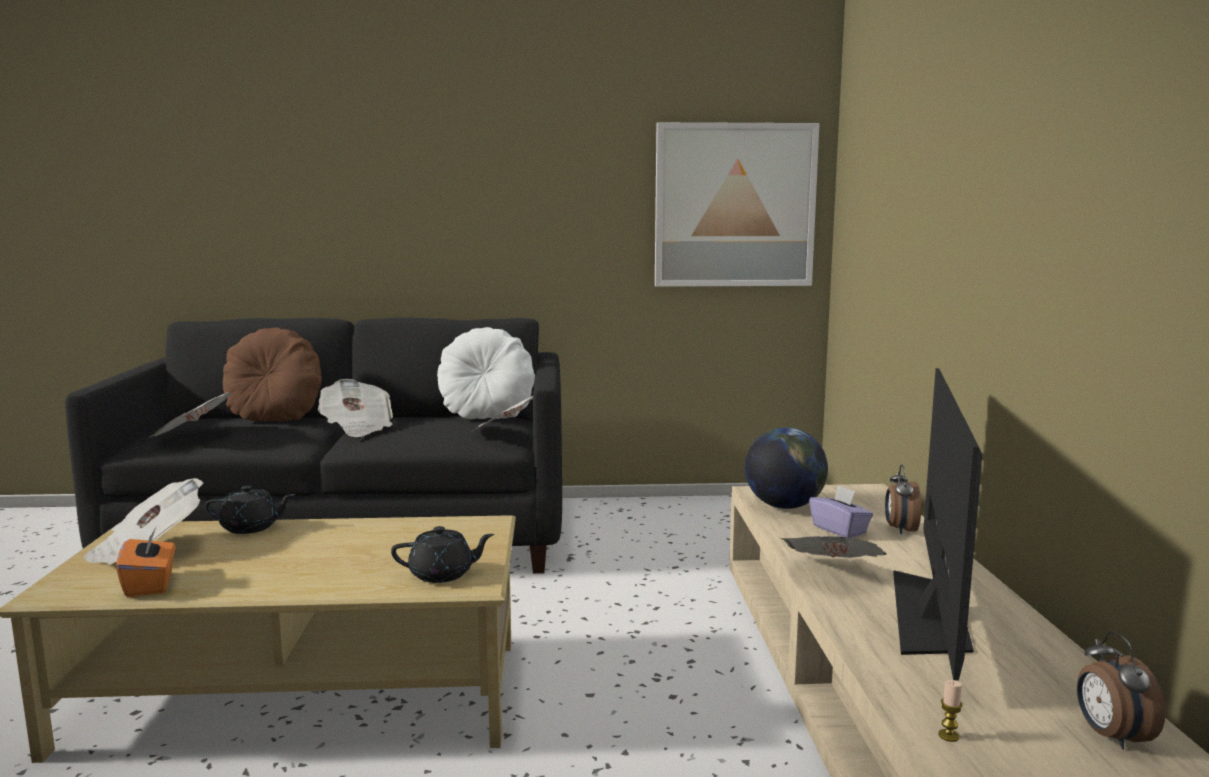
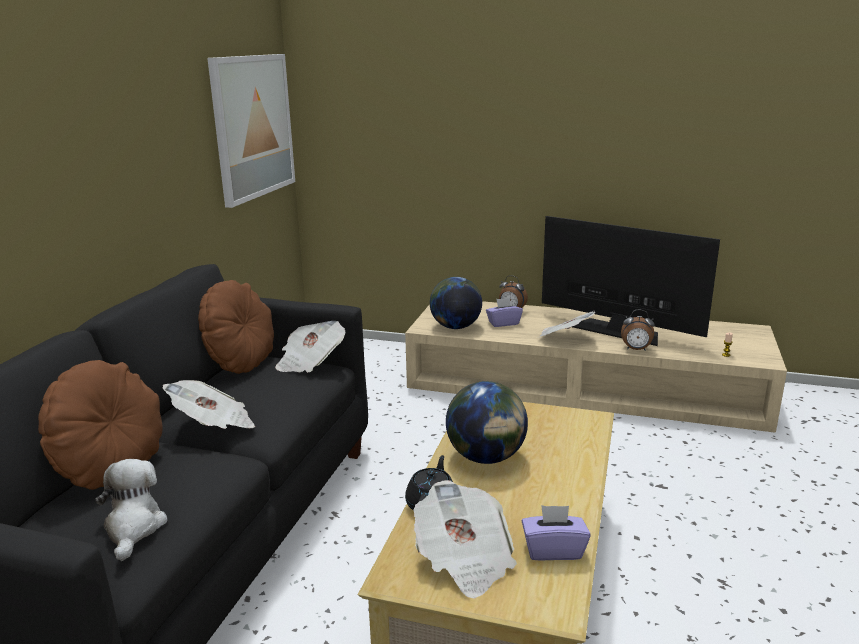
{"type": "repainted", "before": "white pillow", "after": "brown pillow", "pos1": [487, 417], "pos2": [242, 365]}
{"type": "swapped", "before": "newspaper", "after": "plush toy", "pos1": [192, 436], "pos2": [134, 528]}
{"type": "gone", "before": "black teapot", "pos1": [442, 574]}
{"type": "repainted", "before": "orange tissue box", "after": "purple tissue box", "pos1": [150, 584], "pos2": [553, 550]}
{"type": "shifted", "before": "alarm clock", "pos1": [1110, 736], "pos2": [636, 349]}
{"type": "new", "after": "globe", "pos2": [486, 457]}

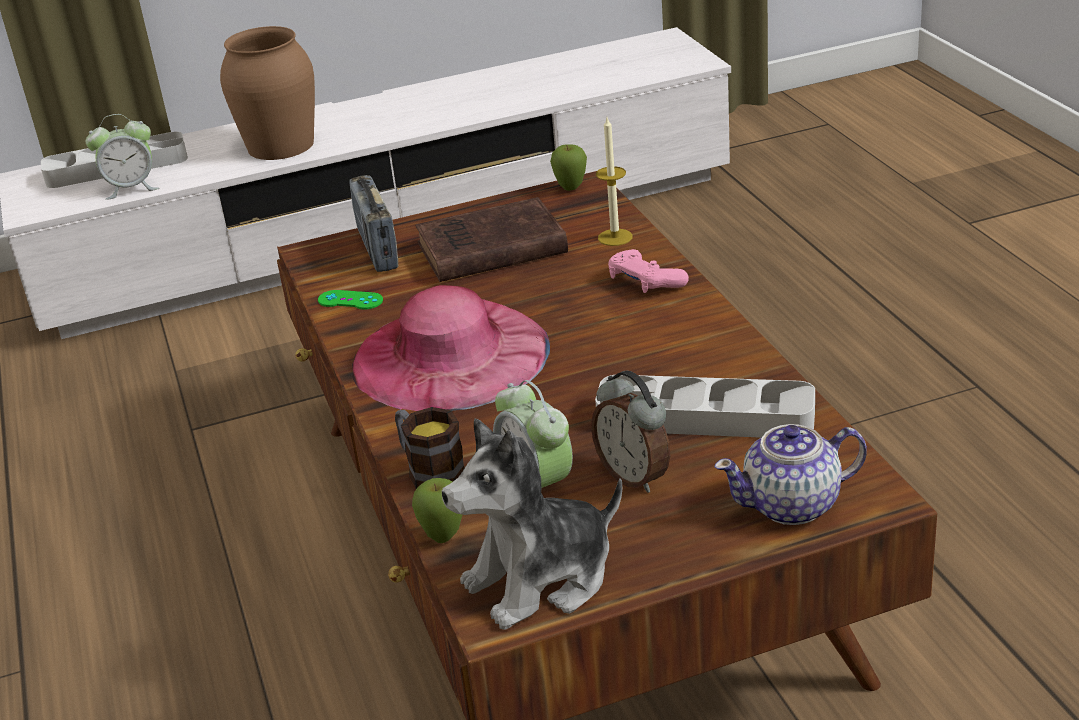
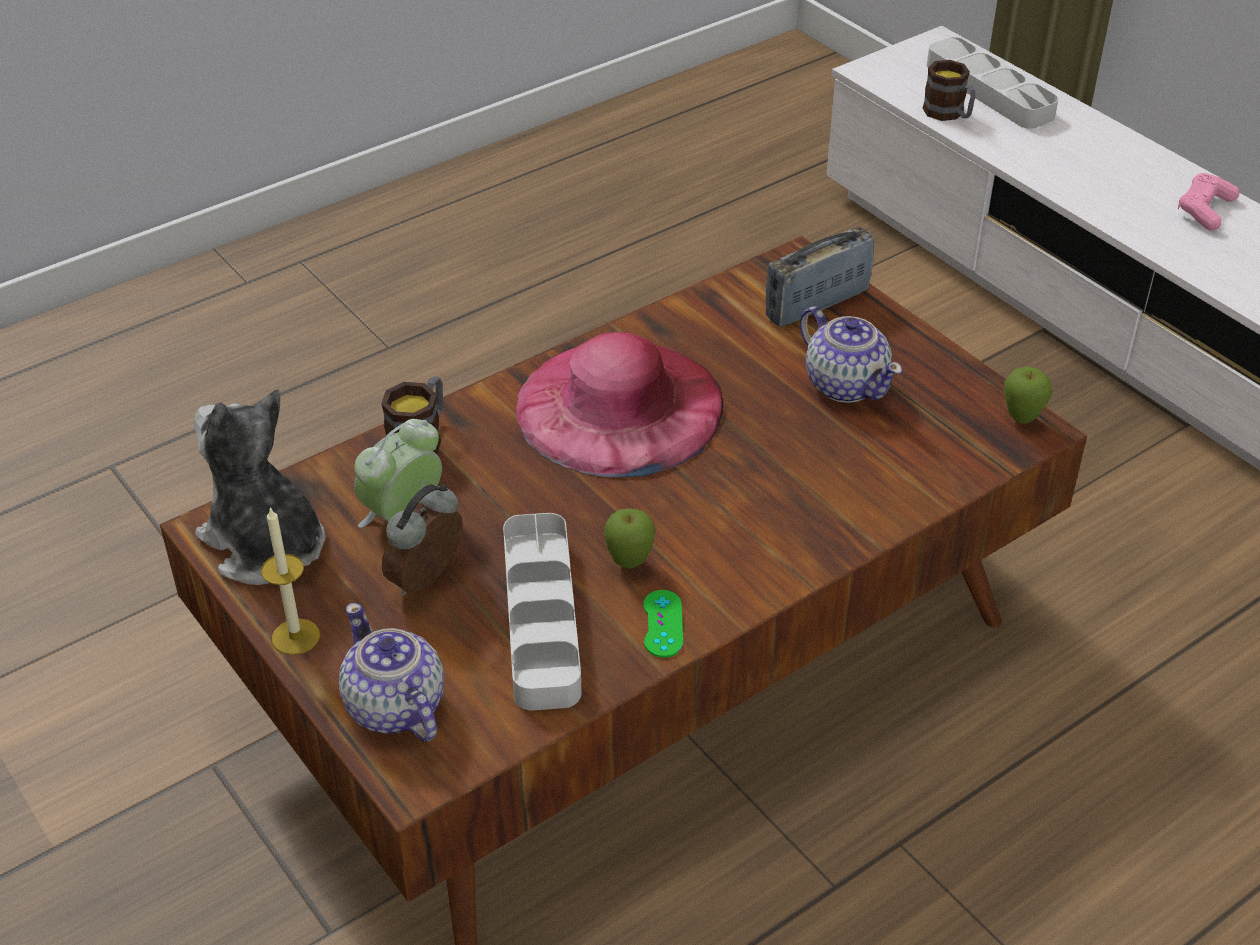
{"type": "gone", "before": "brown vase", "pos1": [280, 145]}
{"type": "swapped", "before": "alarm clock", "after": "mug", "pos1": [131, 188], "pos2": [949, 114]}
{"type": "shifted", "before": "candle", "pos1": [615, 237], "pos2": [295, 637]}
{"type": "swapped", "before": "brown book", "after": "teapot", "pos1": [487, 250], "pos2": [845, 384]}
{"type": "shifted", "before": "pink game controller", "pos1": [645, 282], "pos2": [1205, 210]}
{"type": "shifted", "before": "green game controller", "pos1": [350, 300], "pos2": [663, 624]}
{"type": "shifted", "before": "apple", "pos1": [443, 537], "pos2": [629, 563]}

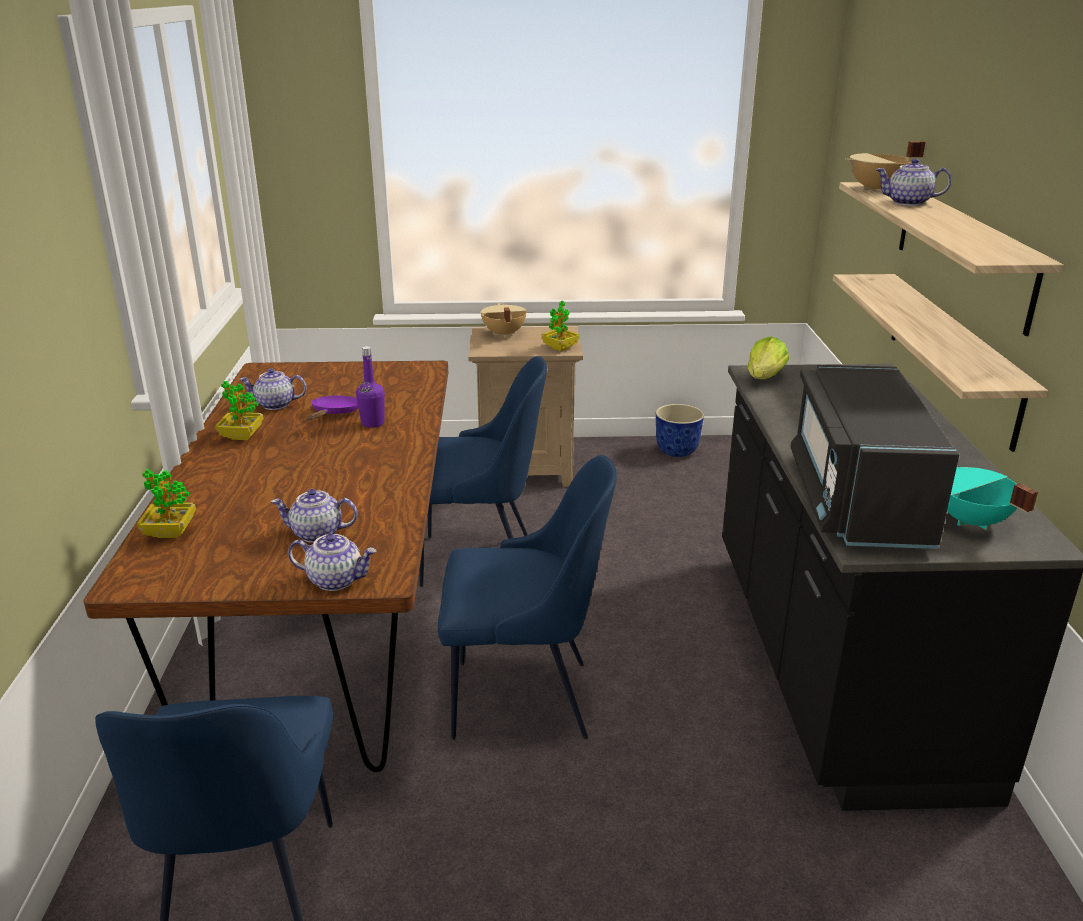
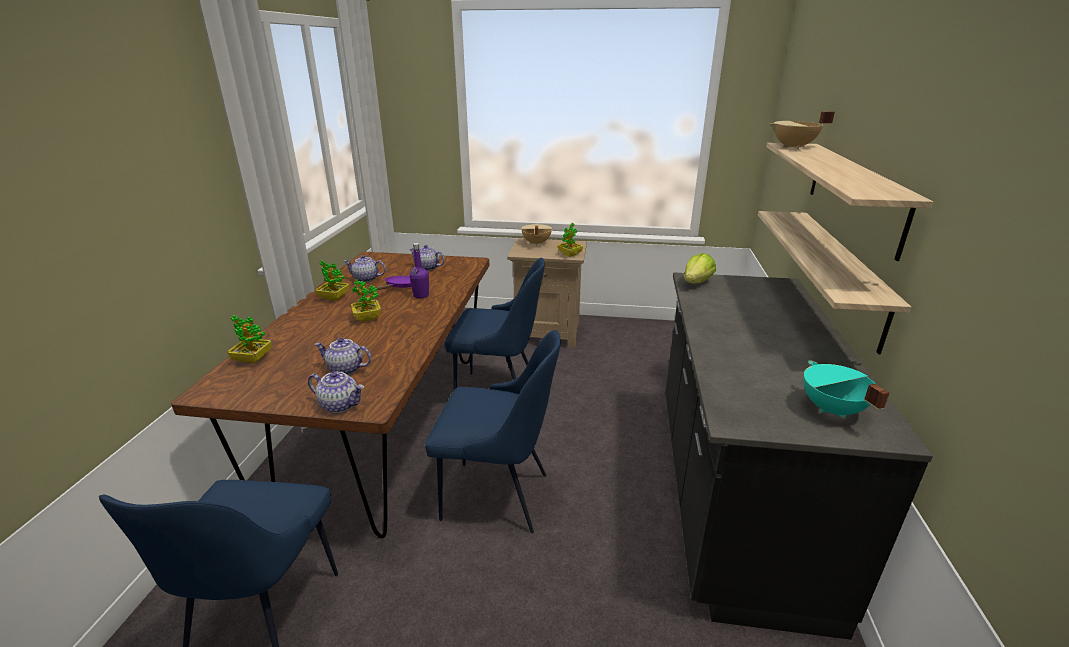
{"type": "shifted", "before": "teapot", "pos1": [908, 203], "pos2": [427, 268]}
{"type": "gone", "before": "black microwave", "pos1": [857, 499]}
{"type": "gone", "before": "planter", "pos1": [677, 451]}
{"type": "new", "after": "potted plant", "pos2": [367, 318]}

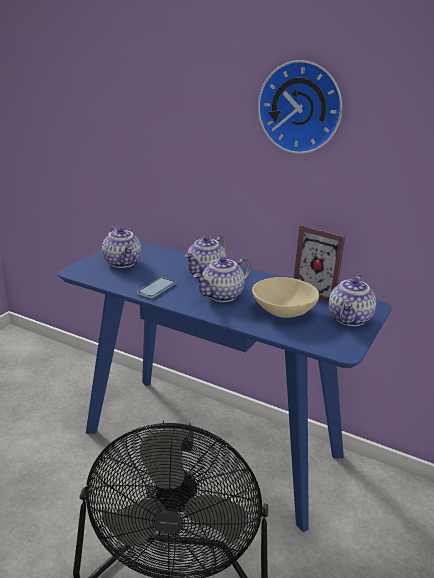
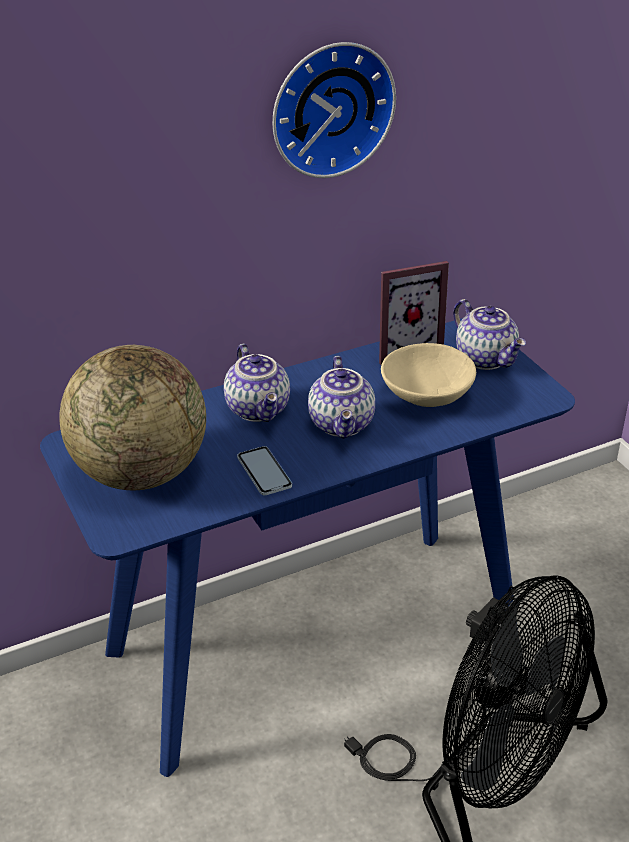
{"type": "swapped", "before": "teapot", "after": "globe", "pos1": [123, 263], "pos2": [139, 473]}

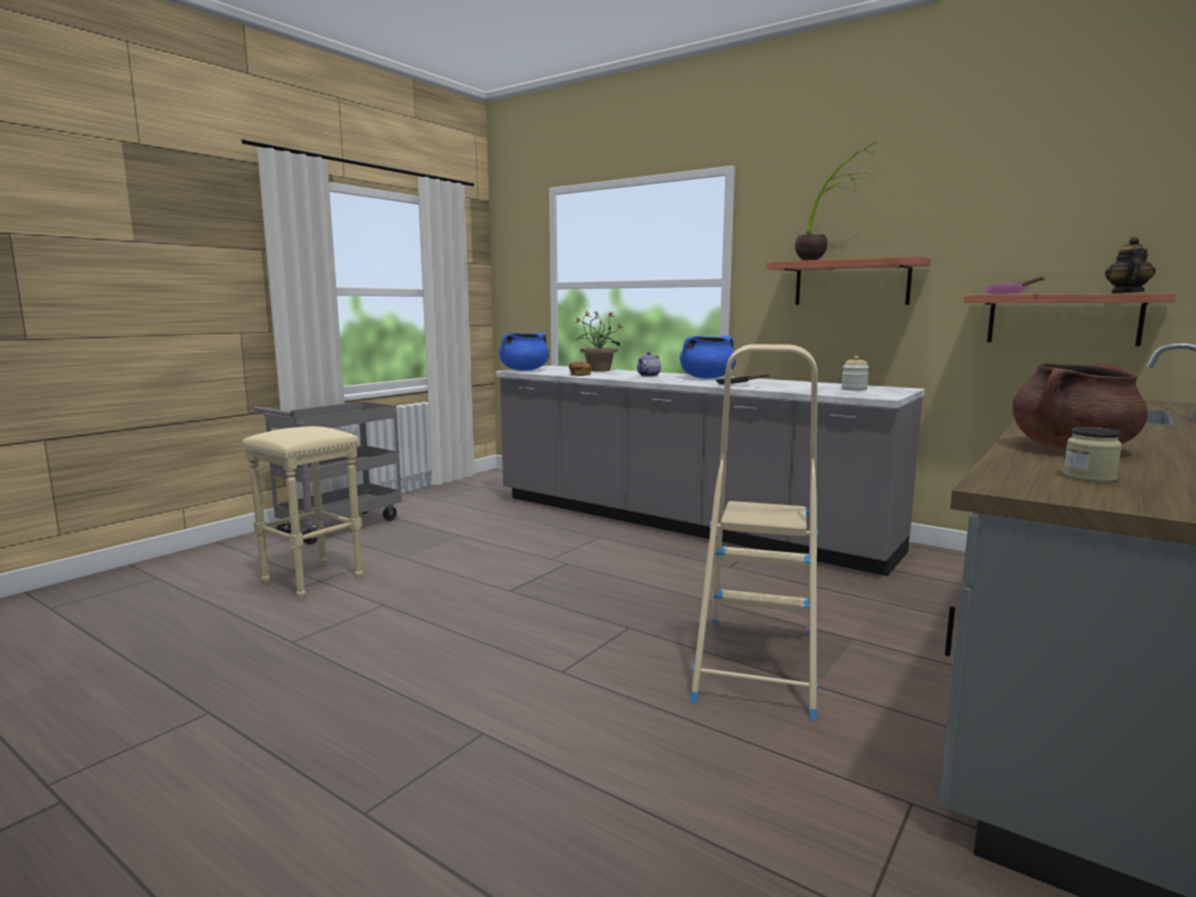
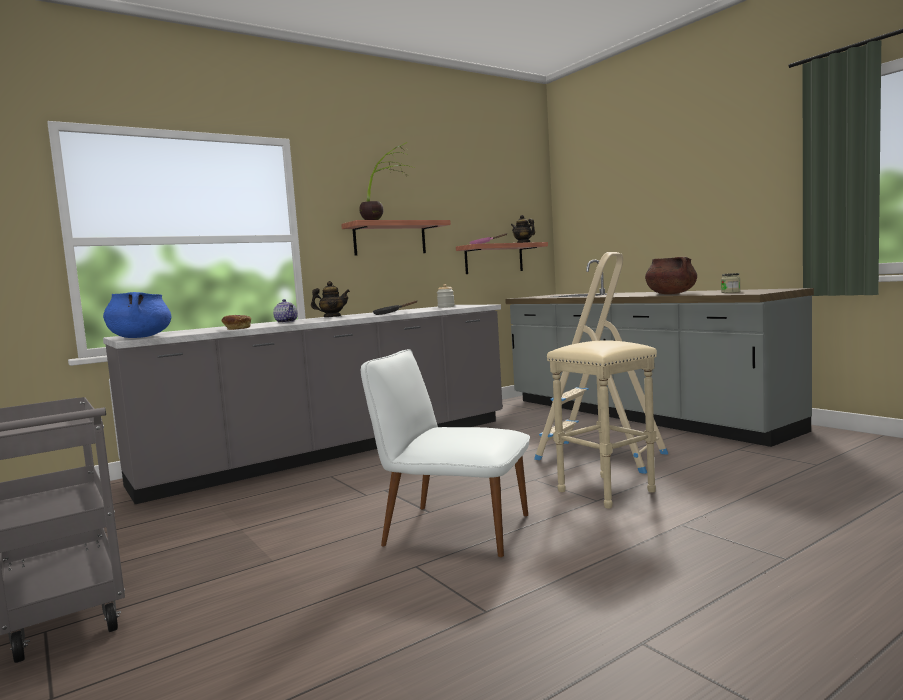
{"type": "gone", "before": "potted plant", "pos1": [598, 370]}
{"type": "swapped", "before": "blue cooking pot", "after": "teapot", "pos1": [707, 378], "pos2": [332, 317]}
{"type": "shifted", "before": "beige stool", "pos1": [315, 579], "pos2": [605, 490]}
{"type": "new", "after": "white chair", "pos2": [457, 529]}

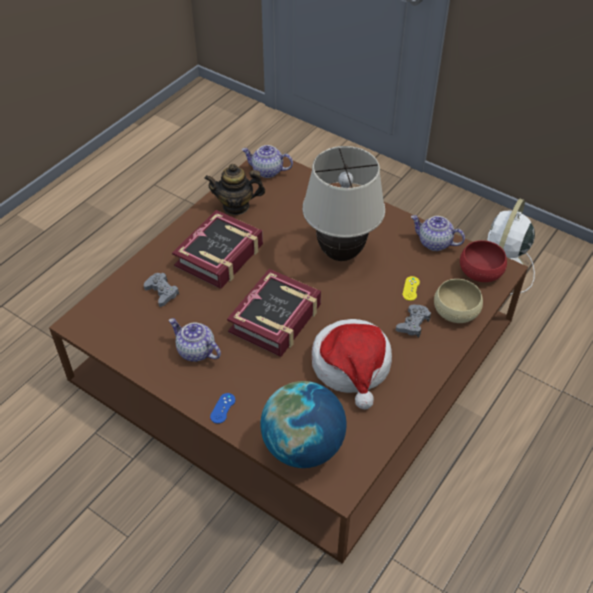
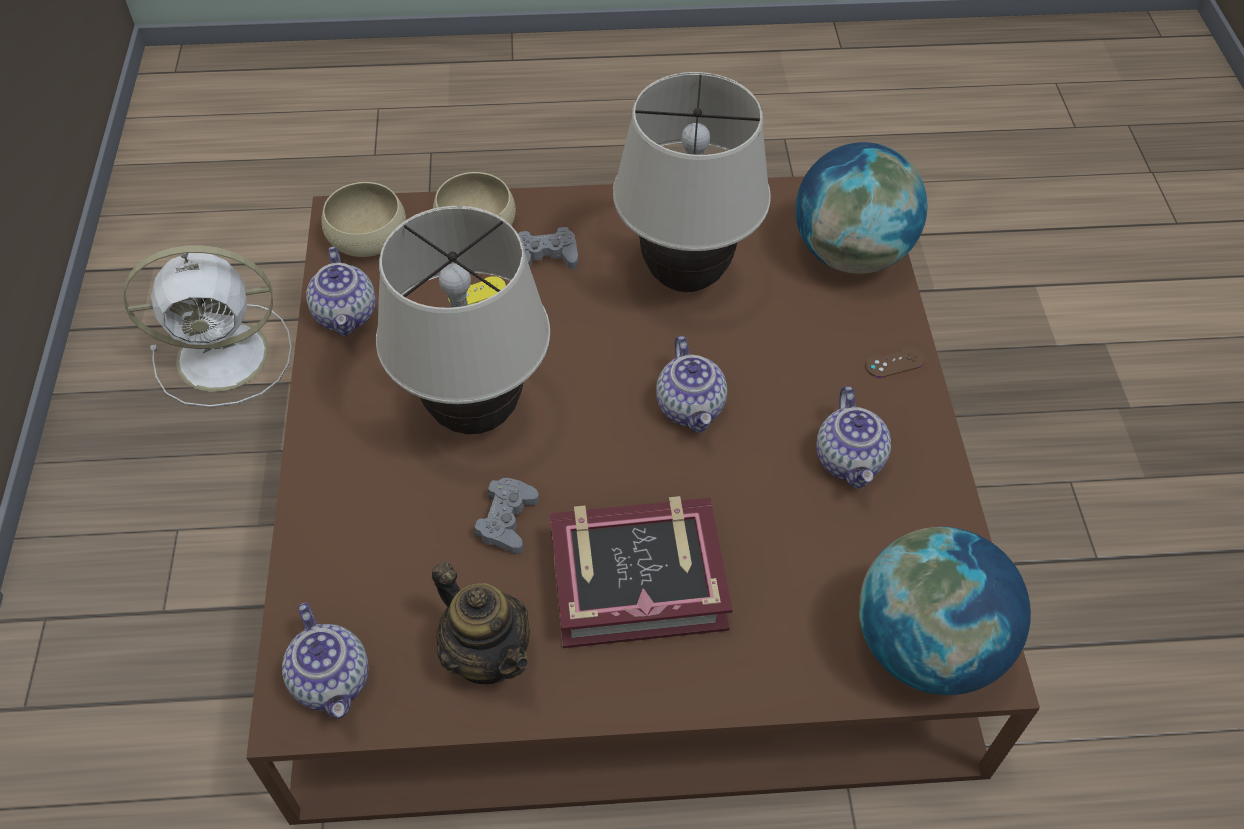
{"type": "repainted", "before": "red bowl", "after": "beige bowl", "pos1": [480, 271], "pos2": [368, 237]}
{"type": "swapped", "before": "book", "after": "teapot", "pos1": [276, 319], "pos2": [691, 407]}
{"type": "shifted", "before": "grey game controller", "pos1": [162, 292], "pos2": [507, 520]}
{"type": "swapped", "before": "hat", "after": "beige table lamp", "pos1": [352, 366], "pos2": [684, 277]}
{"type": "repainted", "before": "blue game controller", "after": "brown game controller", "pos1": [223, 408], "pos2": [894, 362]}
{"type": "new", "after": "globe", "pos2": [925, 647]}

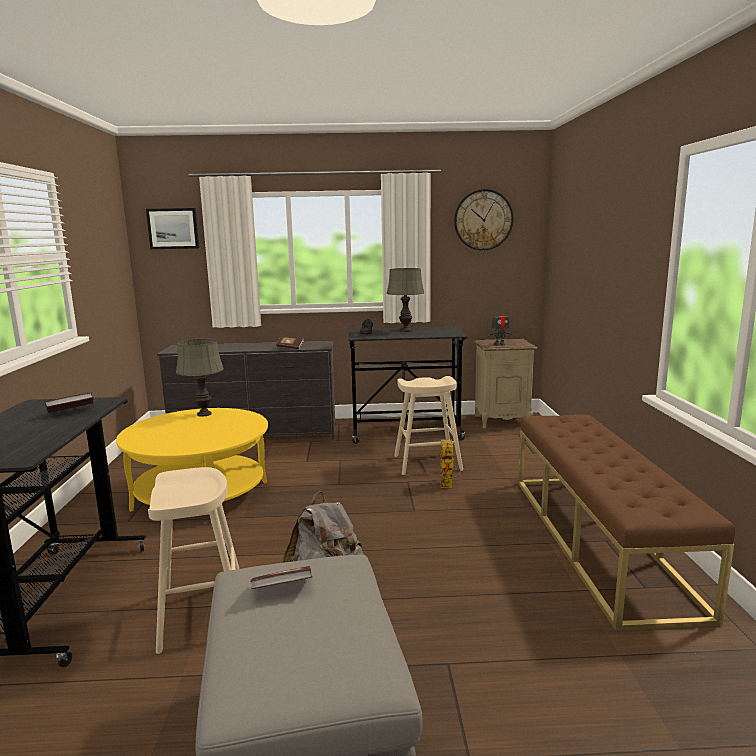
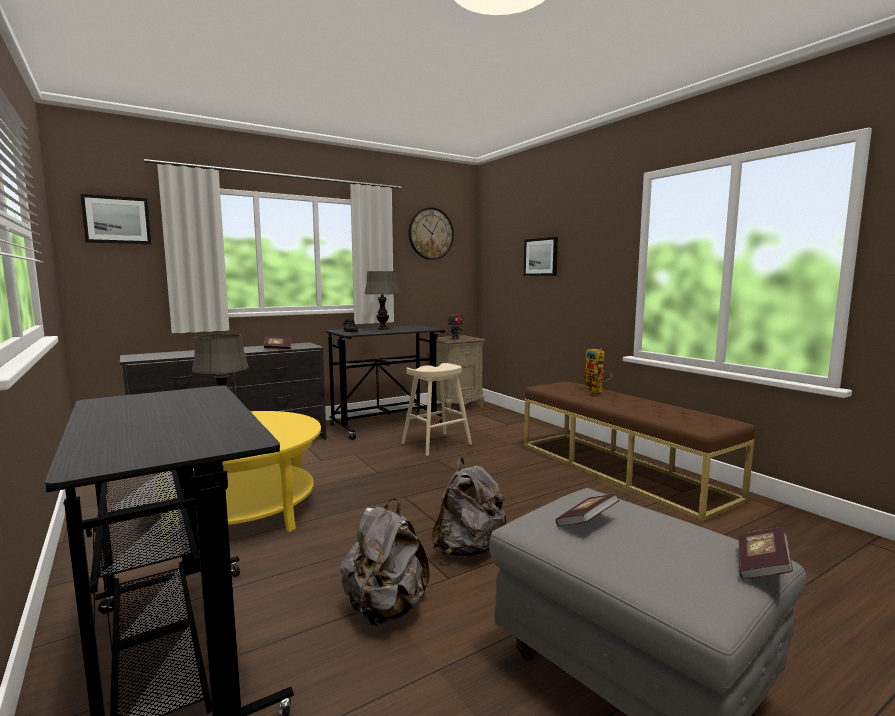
{"type": "shifted", "before": "book", "pos1": [71, 412], "pos2": [761, 567]}
{"type": "shifted", "before": "toy robot", "pos1": [448, 486], "pos2": [597, 391]}
{"type": "swapped", "before": "beige stool", "after": "grey backpack", "pos1": [203, 613], "pos2": [385, 609]}
{"type": "new", "after": "picture", "pos2": [541, 257]}

